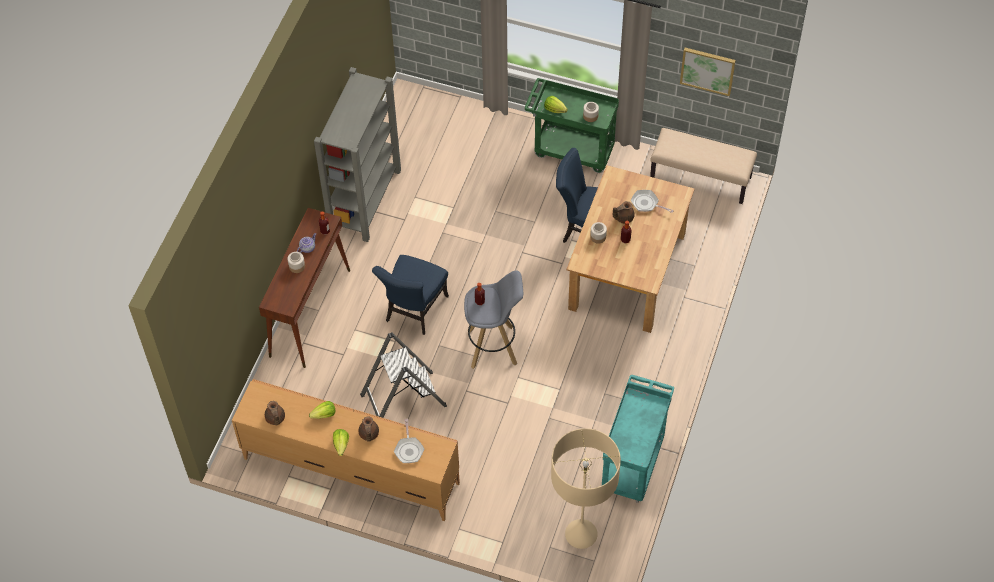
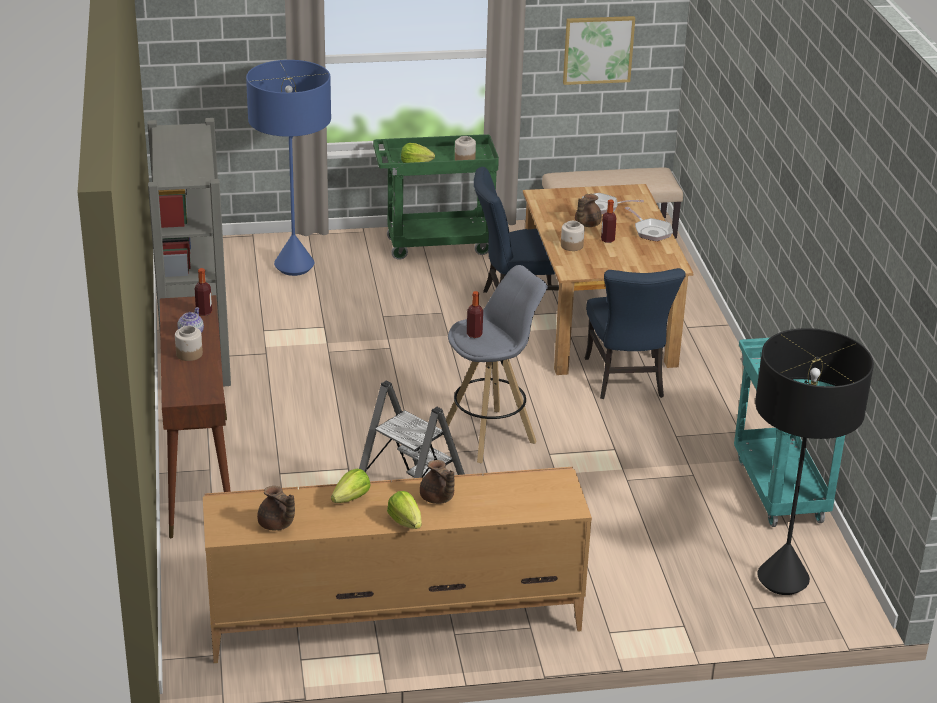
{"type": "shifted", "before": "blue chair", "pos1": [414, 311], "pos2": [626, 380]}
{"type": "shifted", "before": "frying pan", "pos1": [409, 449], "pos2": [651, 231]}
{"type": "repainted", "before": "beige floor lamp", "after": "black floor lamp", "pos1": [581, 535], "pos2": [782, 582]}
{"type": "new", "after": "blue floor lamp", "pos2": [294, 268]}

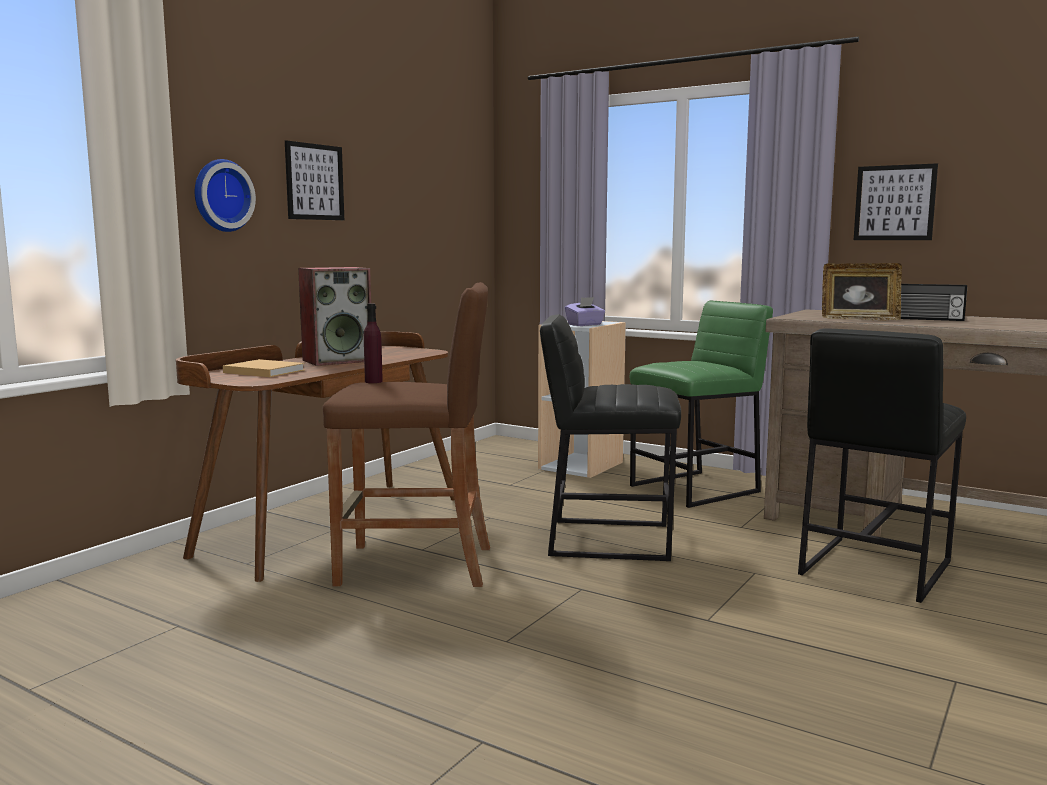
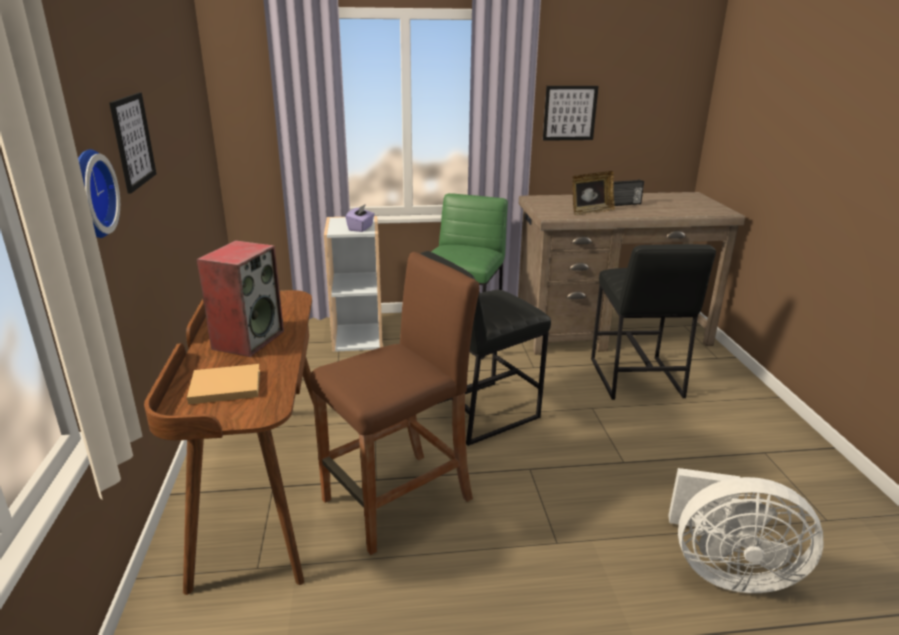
{"type": "gone", "before": "purple bottle", "pos1": [373, 381]}
{"type": "new", "after": "white fan", "pos2": [727, 571]}

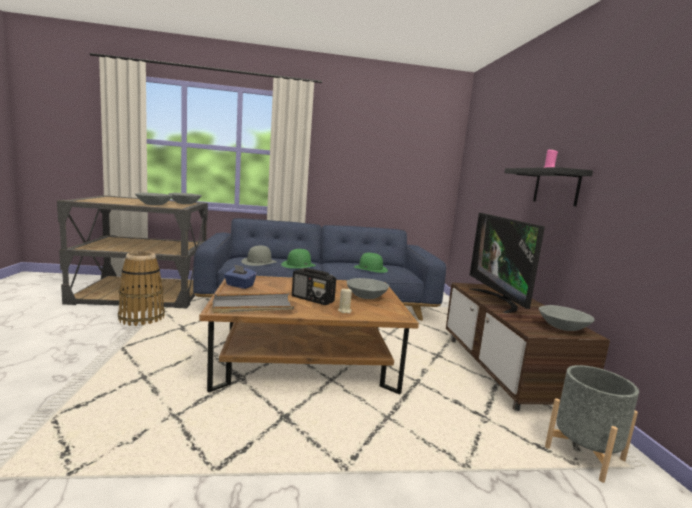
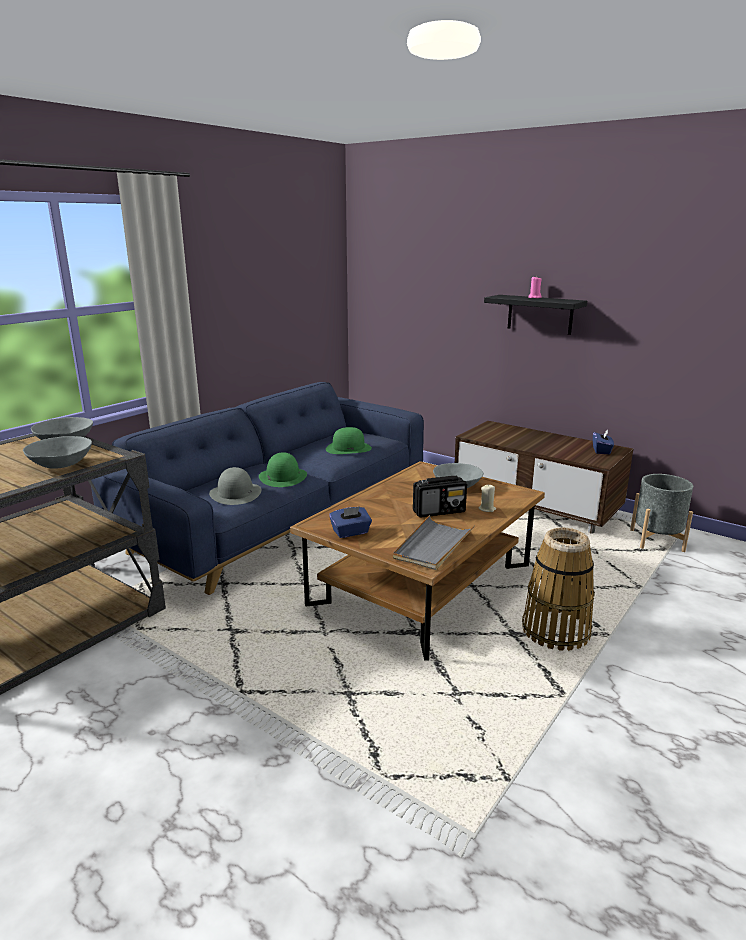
{"type": "gone", "before": "television", "pos1": [498, 300]}
{"type": "shifted", "before": "basket", "pos1": [142, 318], "pos2": [555, 631]}
{"type": "swapped", "before": "grey bowl", "after": "blue tissue box", "pos1": [562, 328], "pos2": [601, 450]}

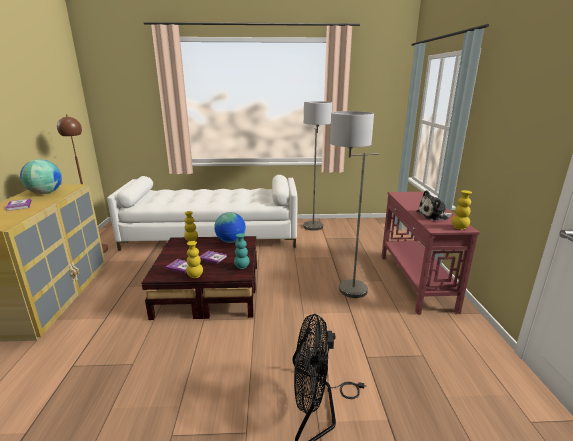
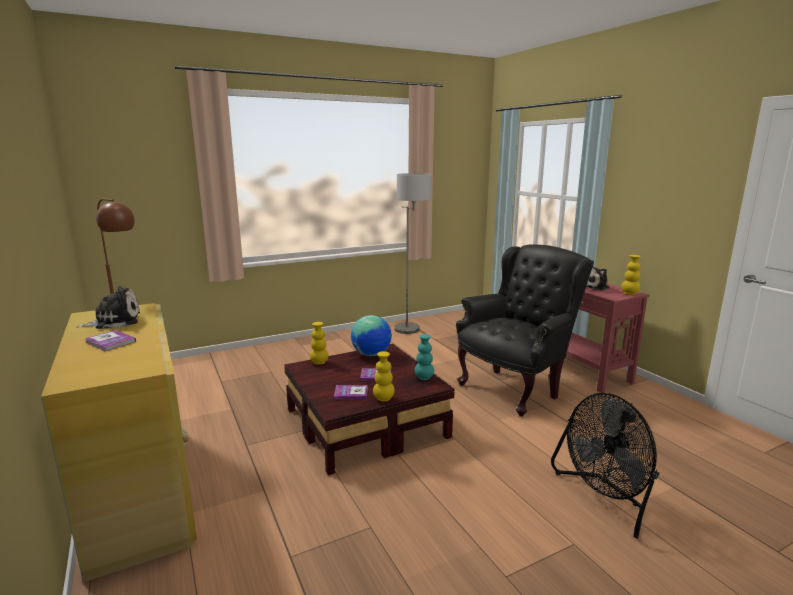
{"type": "swapped", "before": "grey floor lamp", "after": "black armchair", "pos1": [345, 291], "pos2": [515, 388]}
{"type": "swapped", "before": "globe", "after": "plush toy", "pos1": [45, 193], "pos2": [115, 321]}
{"type": "gone", "before": "white sofa", "pos1": [213, 236]}

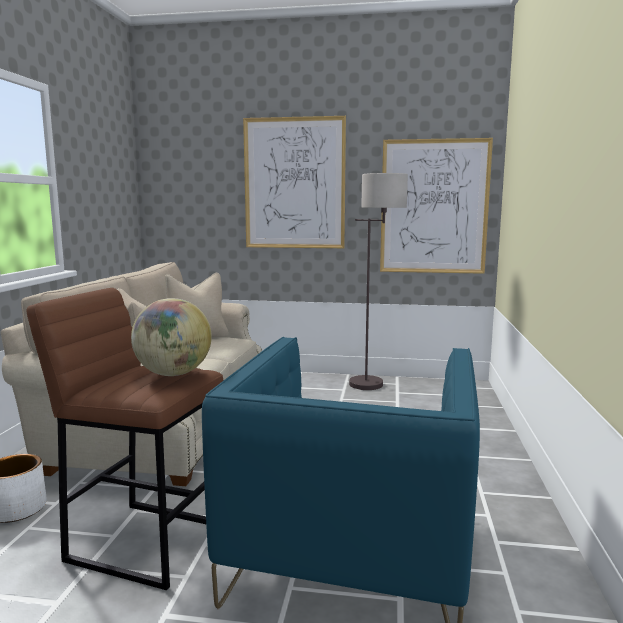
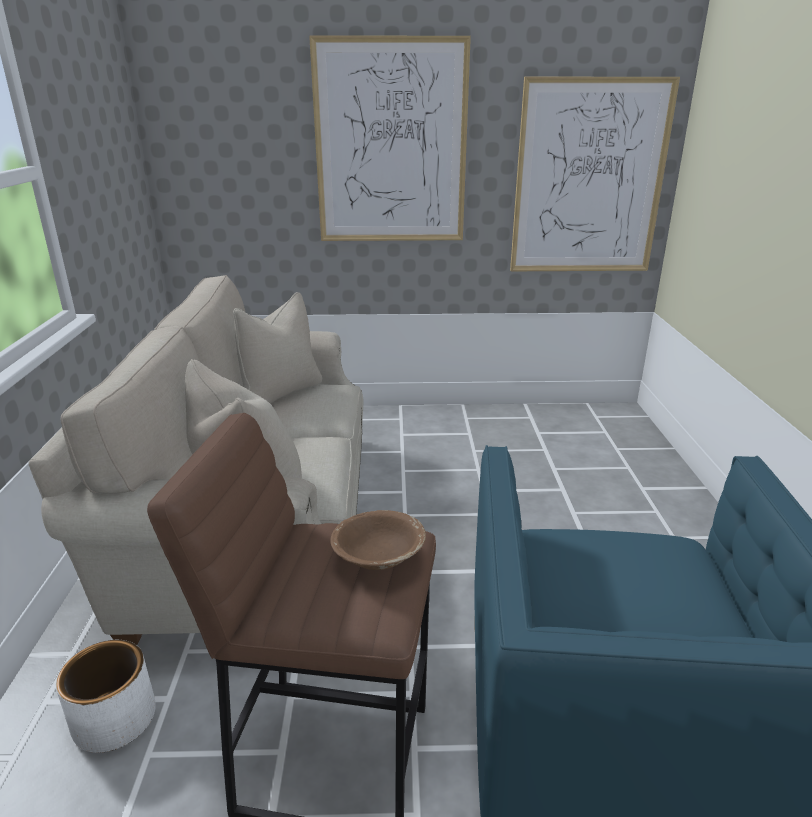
{"type": "gone", "before": "grey floor lamp", "pos1": [375, 386]}
{"type": "swapped", "before": "globe", "after": "brown bowl", "pos1": [173, 374], "pos2": [378, 558]}

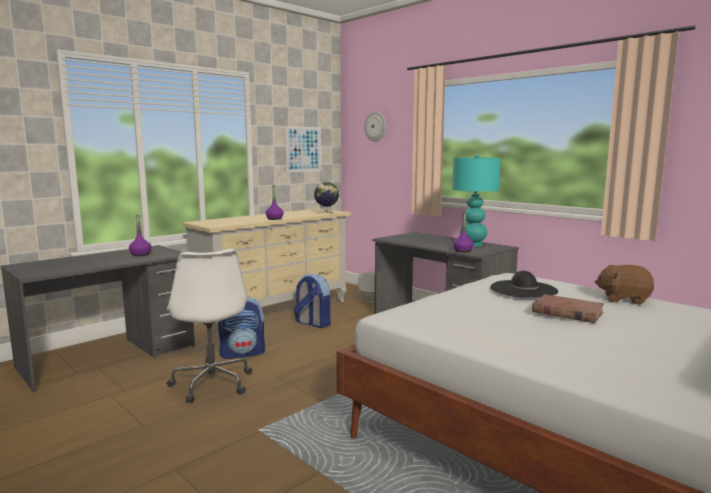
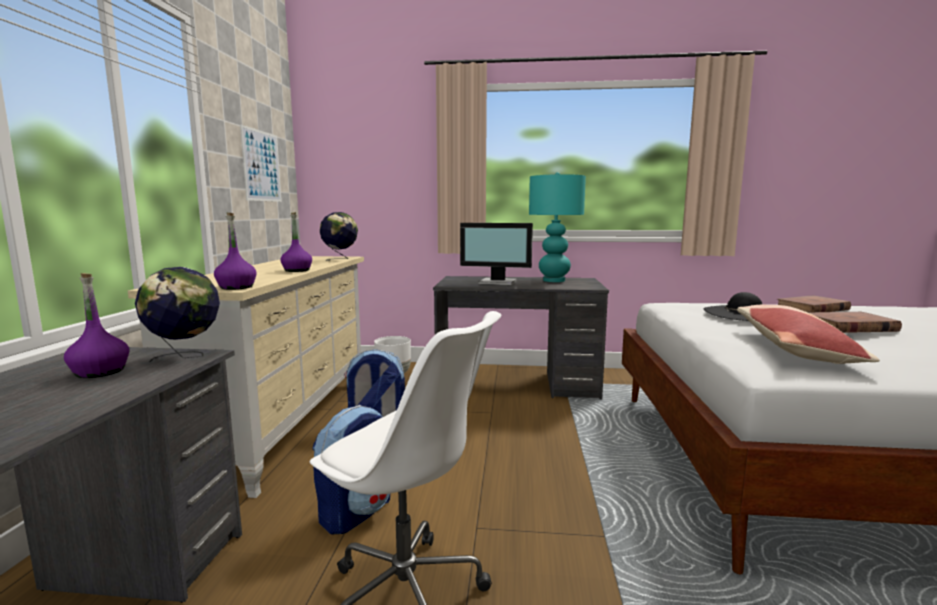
{"type": "gone", "before": "wall clock", "pos1": [375, 126]}
{"type": "shifted", "before": "purple bottle", "pos1": [462, 251], "pos2": [236, 287]}
{"type": "swapped", "before": "brown plush toy", "after": "brown book", "pos1": [623, 299], "pos2": [811, 308]}
{"type": "new", "after": "monitor", "pos2": [498, 282]}
{"type": "new", "after": "globe", "pos2": [185, 357]}
{"type": "new", "after": "pillow", "pos2": [793, 348]}

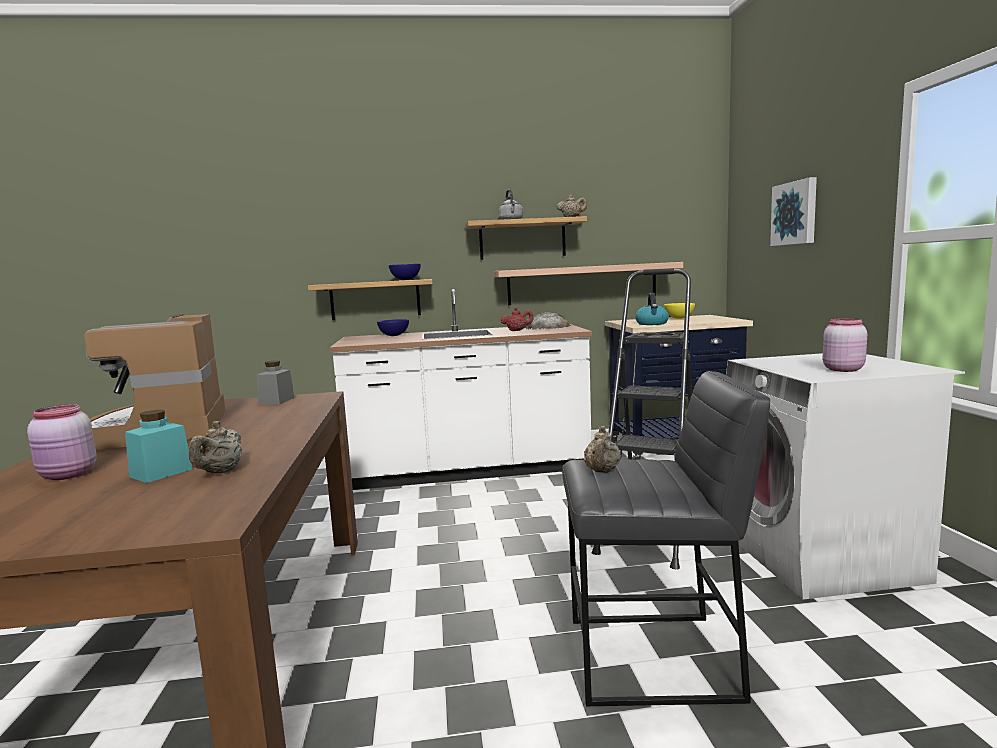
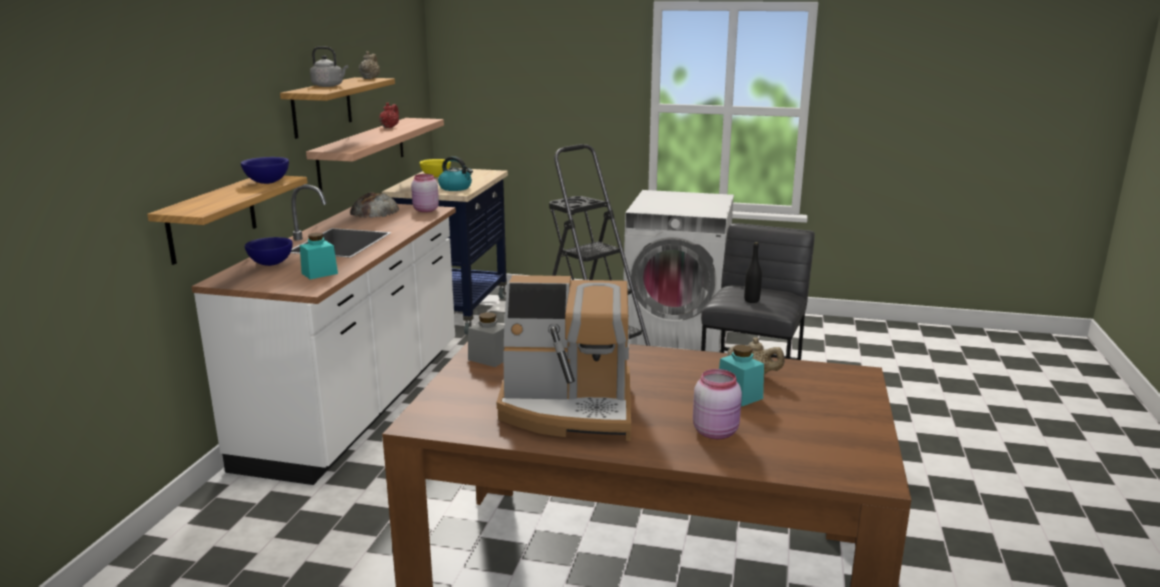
{"type": "gone", "before": "picture", "pos1": [795, 213]}
{"type": "shifted", "before": "red teapot", "pos1": [517, 331], "pos2": [390, 127]}
{"type": "shifted", "before": "pink jar", "pos1": [841, 369], "pos2": [425, 210]}
{"type": "swapped", "before": "beige teapot", "after": "black bottle", "pos1": [602, 471], "pos2": [751, 300]}
{"type": "new", "after": "turquoise jar", "pos2": [319, 273]}

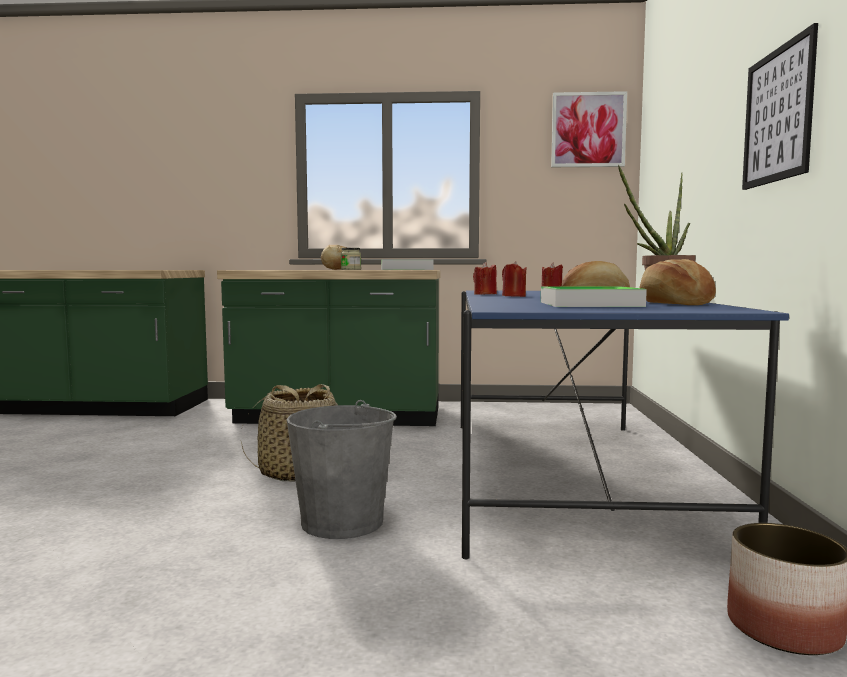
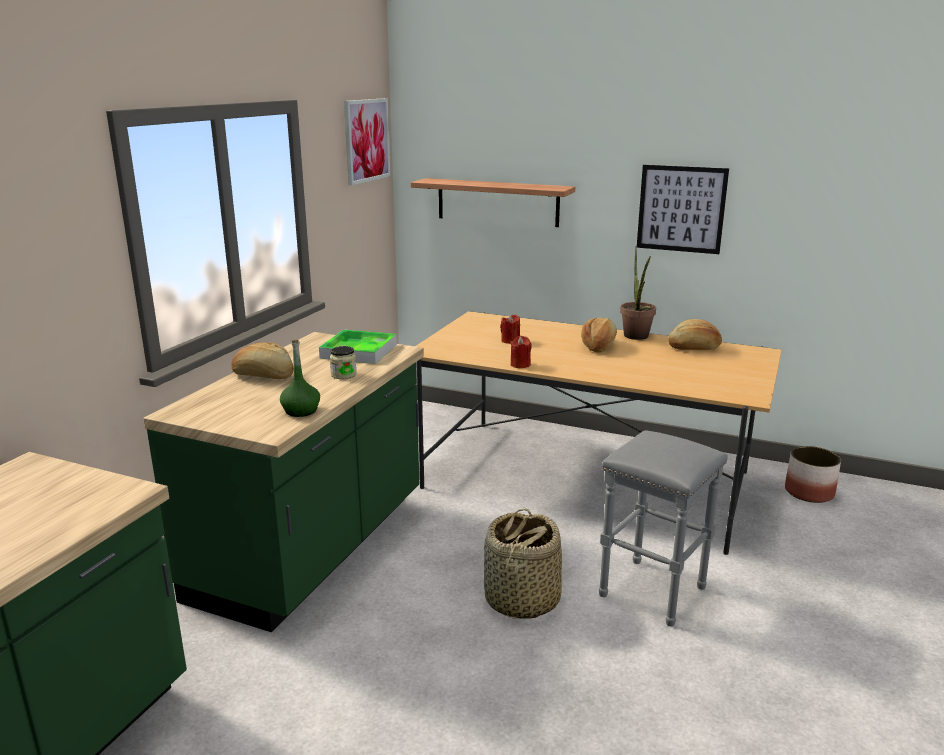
{"type": "gone", "before": "red candle", "pos1": [514, 296]}
{"type": "gone", "before": "tray", "pos1": [589, 304]}
{"type": "repainted", "before": "blue dining table", "after": "beige dining table", "pos1": [566, 475], "pos2": [586, 480]}
{"type": "swapped", "before": "grey bucket", "after": "grey stool", "pos1": [343, 522], "pos2": [655, 590]}
{"type": "new", "after": "shelf", "pos2": [497, 202]}
{"type": "new", "after": "green bottle", "pos2": [301, 411]}

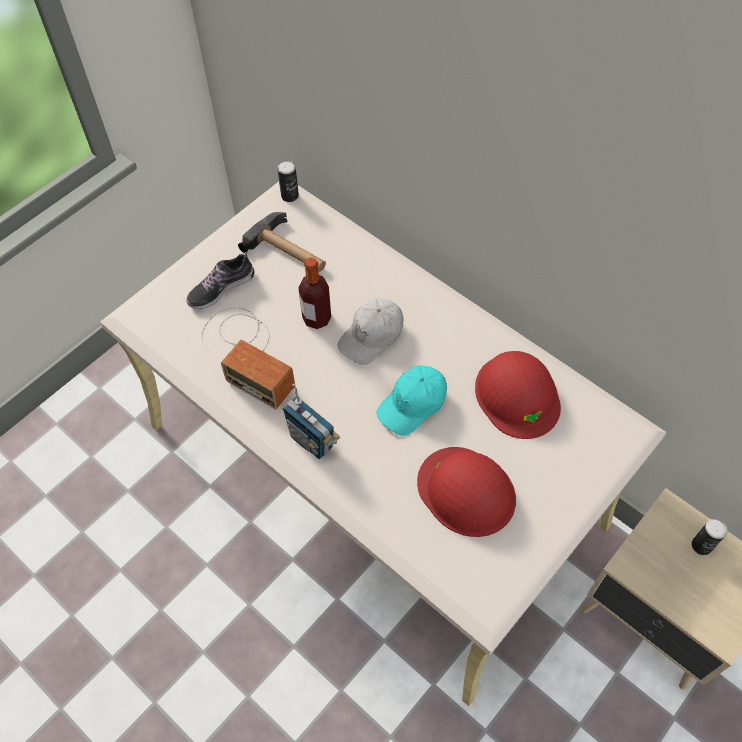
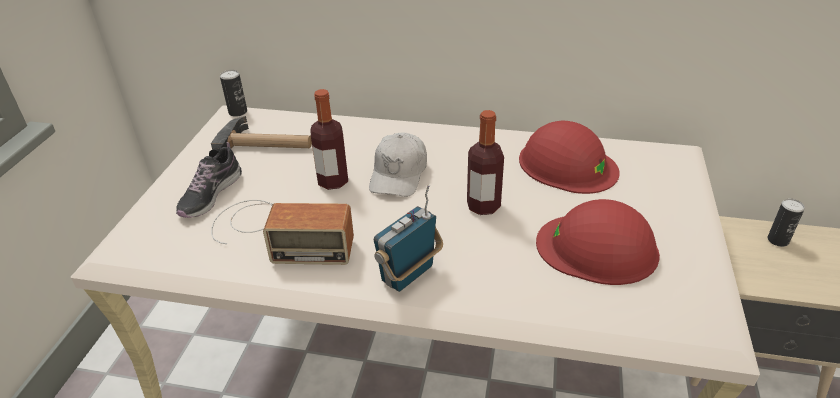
{"type": "swapped", "before": "turquoise cap", "after": "bottle", "pos1": [413, 404], "pos2": [483, 206]}
{"type": "rotated", "before": "radio", "pos1": [312, 441], "pos2": [408, 275], "turn": 120}

